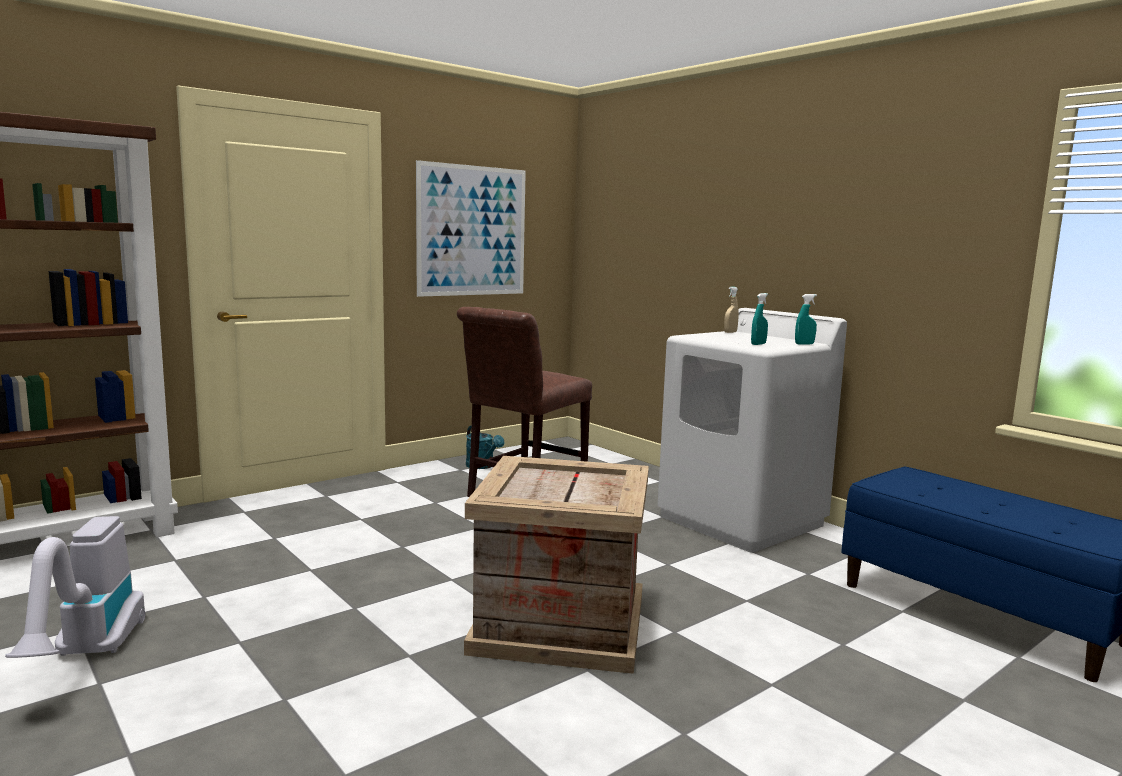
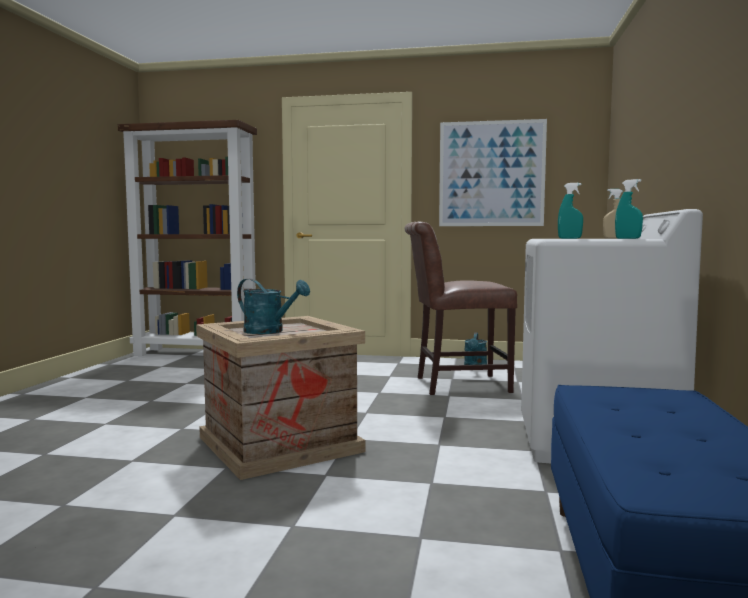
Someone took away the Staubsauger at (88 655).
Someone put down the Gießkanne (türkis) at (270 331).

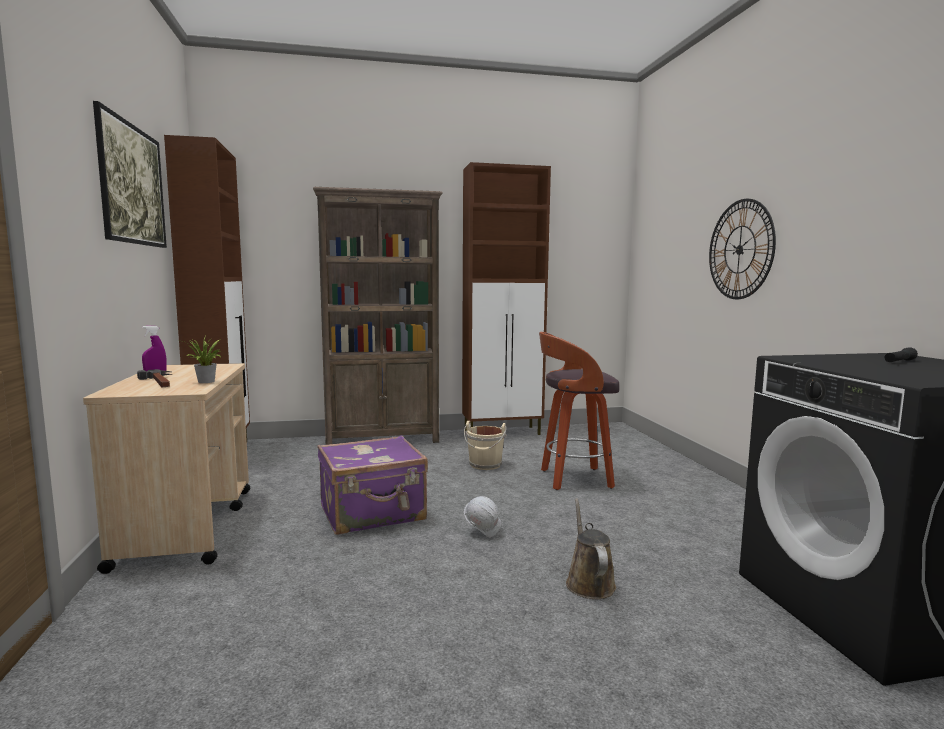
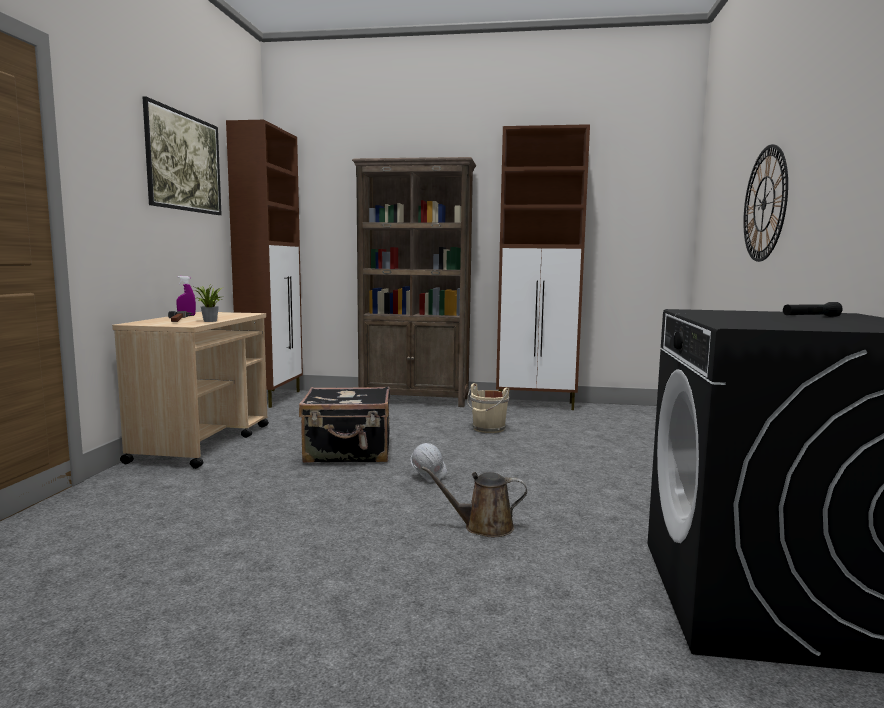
Someone repainted the Koffer (lila) at (373 514), which became the Koffer (schwarz) at (348 453).
Someone took away the Hocker at (573 479).
Someone rotated the Gießkanne (braun) at (588 582) by 105 degrees counterclockwise.

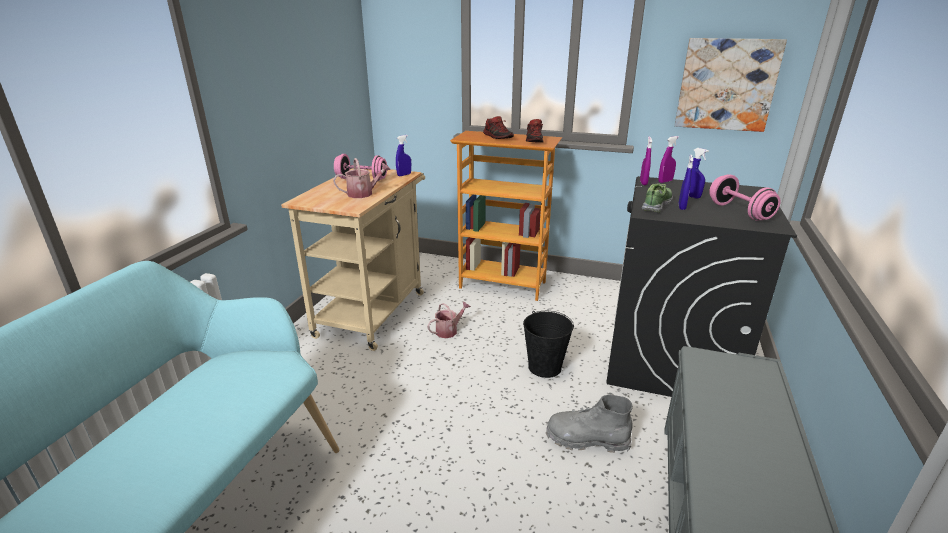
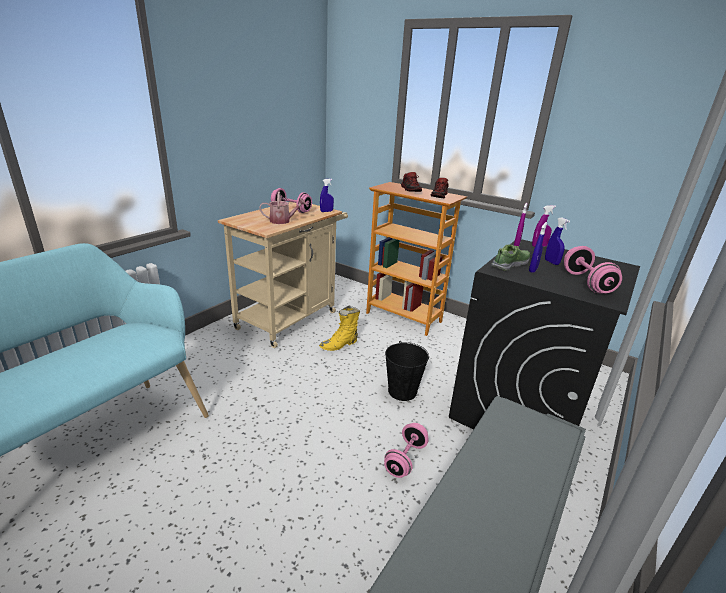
Someone swapped the Gießkanne at (449 330) for the Stiefel (gelb) at (340 345).
Someone swapped the Stiefel (grau) at (586 439) for the Hantel (rosa) at (405 459).
Someone took away the Bild at (726 84).

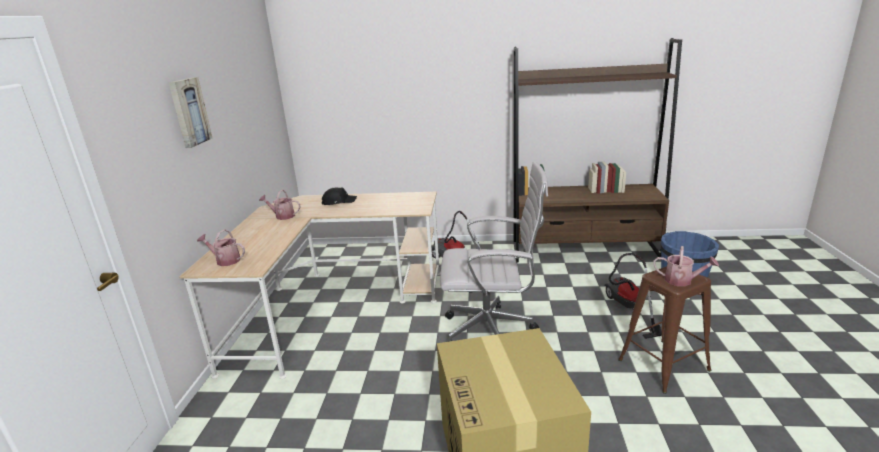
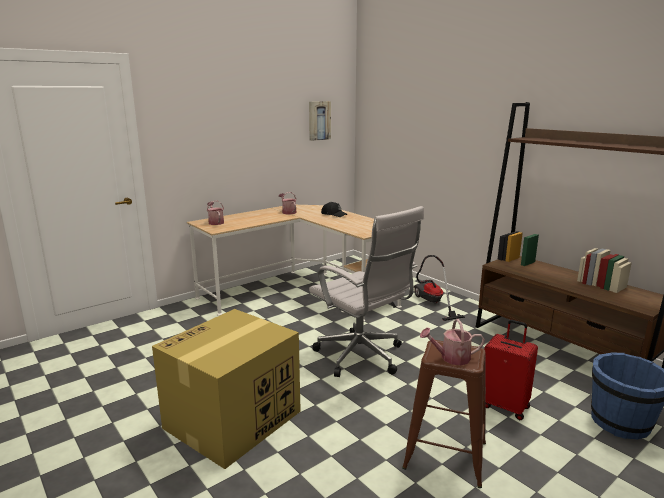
Someone carried the Bild from (188 112) to (319 120).
Someone swapped the Staubsauger at (628 309) for the Koffer (rot) at (505 406).
Someone rotated the Gießkanne at (682 280) by 105 degrees clockwise.

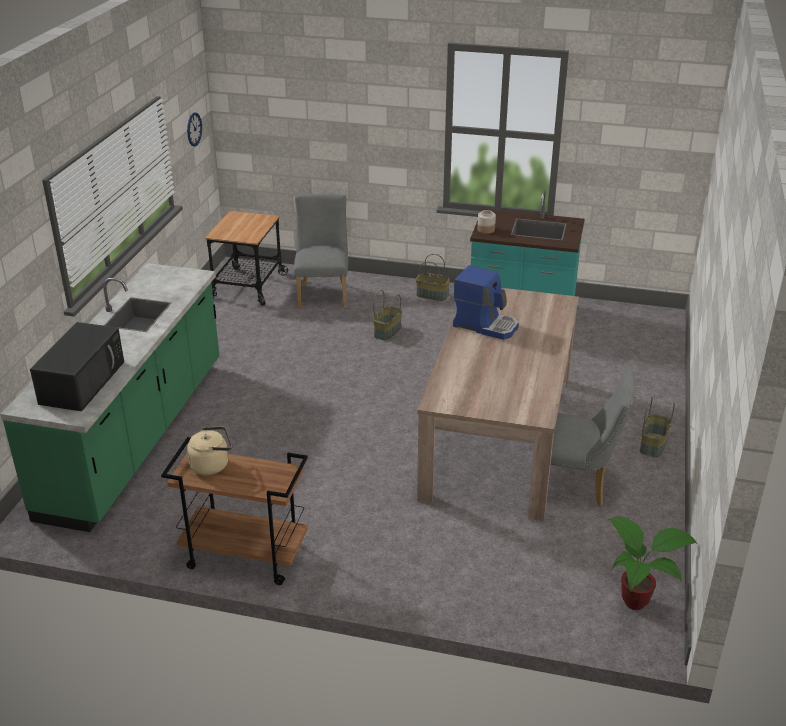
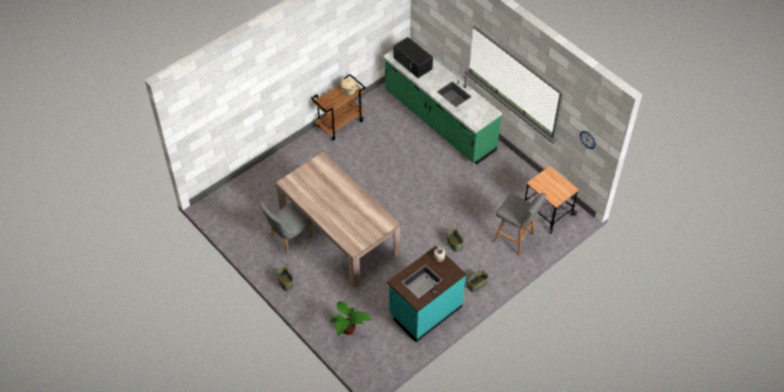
Someone swapped the Stuhl (grau) at (323 293) for the Hocker (grau) at (515 238).
Someone took away the Kaffeemaschine at (486 325).
Someone carried the Topfpflanze from (638 600) to (348 332).

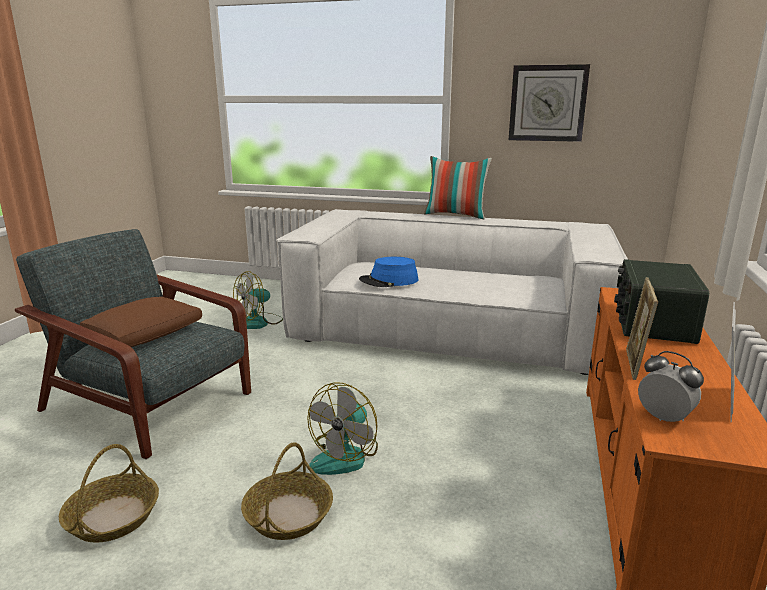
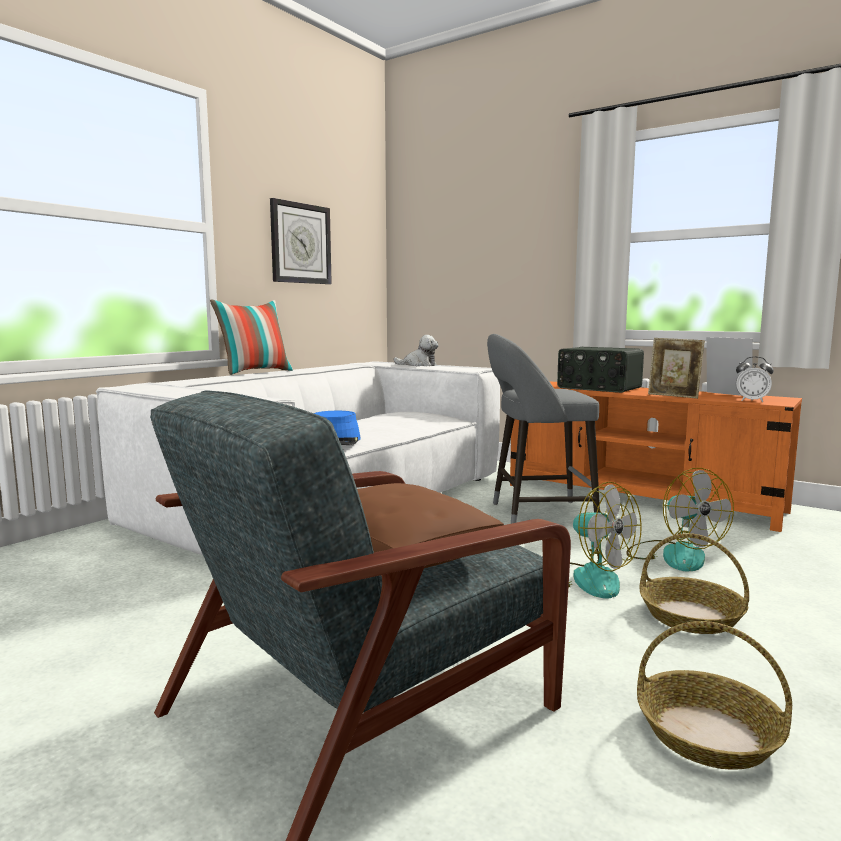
Someone carried the Ventilator from (258 322) to (674 555).
Someone rotated the Wecker at (664 418) by 135 degrees counterclockwise.
Someone put down the Plüschtier at (419 365).
Someone put down the Hocker (grau) at (536 516).

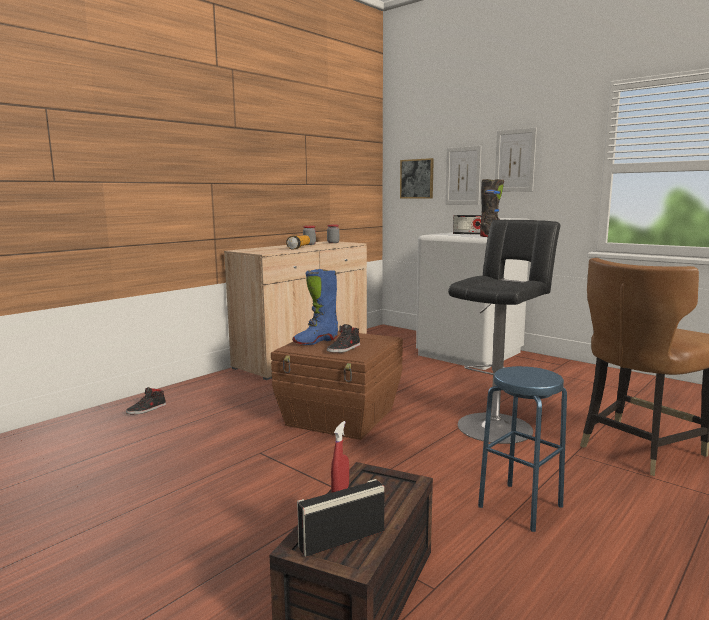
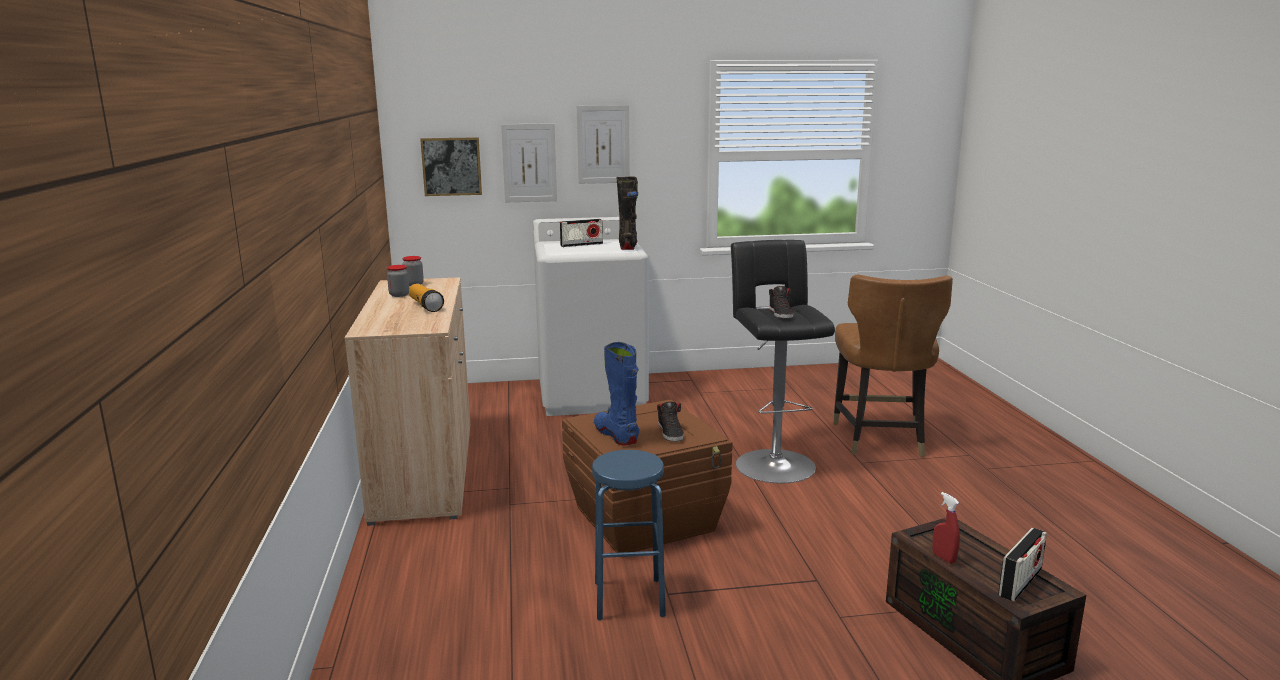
Someone carried the Schuh (schwarz) from (146 409) to (781 314).
Someone rotated the Stiefel (blau) at (315 341) by 150 degrees clockwise.
Someone rotated the Radio at (342 539) by 150 degrees counterclockwise.
Someone carried the Hocker (blau) from (520 506) to (629 599).

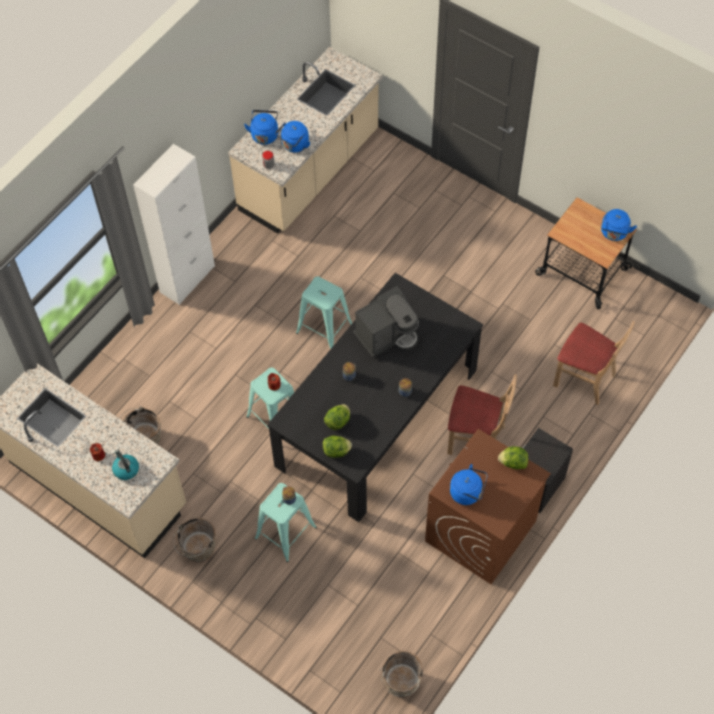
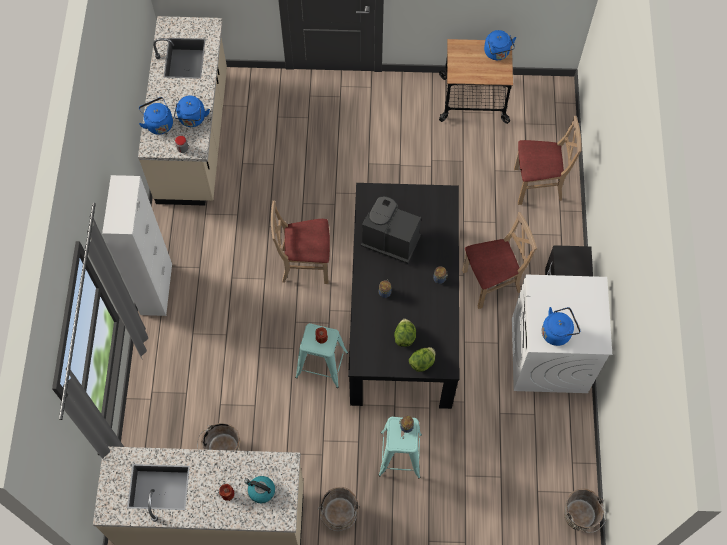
Someone swapped the Hocker (türkis) at (324 328) for the Stuhl (beige) at (305 264).
Someone rotated the Kaffeemaschine at (387 335) by 90 degrees counterclockwise.
Someone repainted the Waschmaschine (braun) at (480 531), which became the Waschmaschine (weiß) at (549 356).
Someone took away the Salatkopf at (513 463).

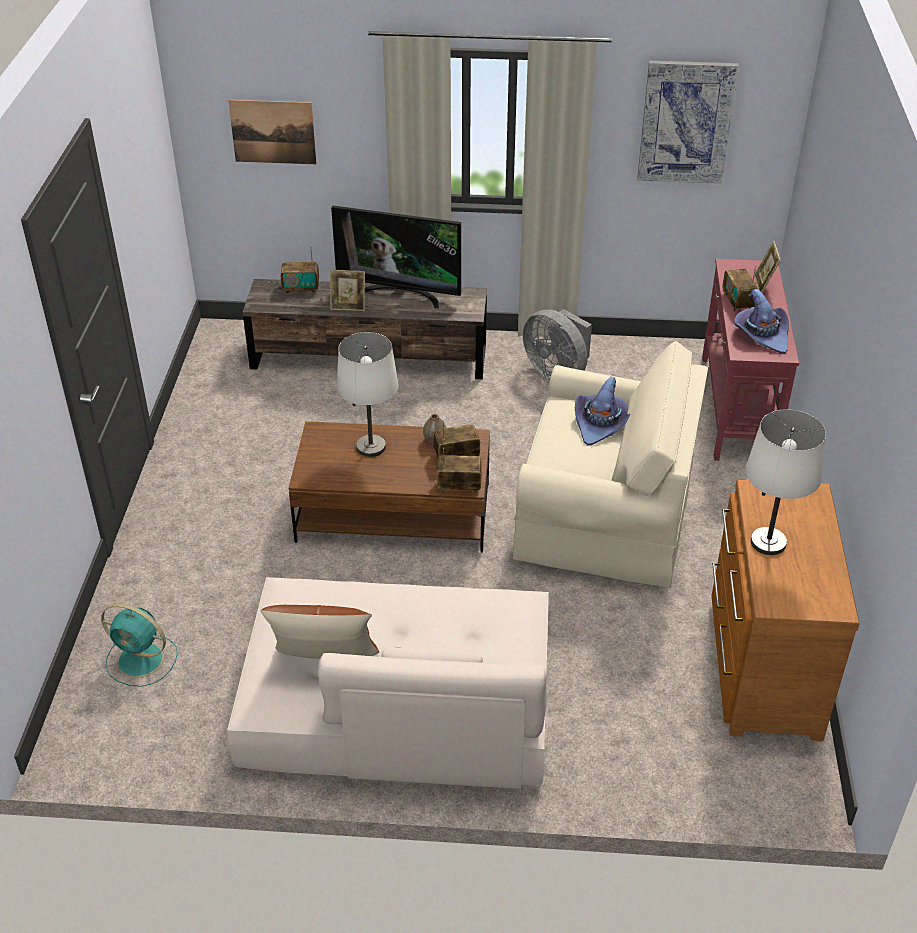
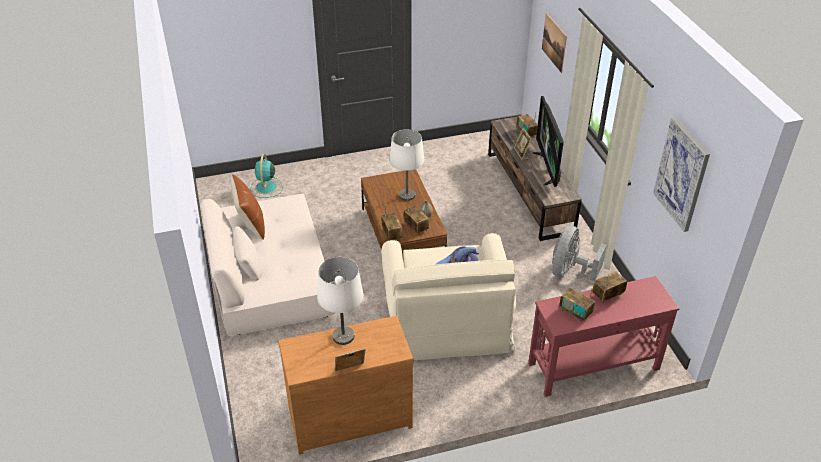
Someone swapped the Hut (lila) at (761 335) for the Radio at (575 312).
Someone carried the Bilderrahmen from (763 285) to (350 371).

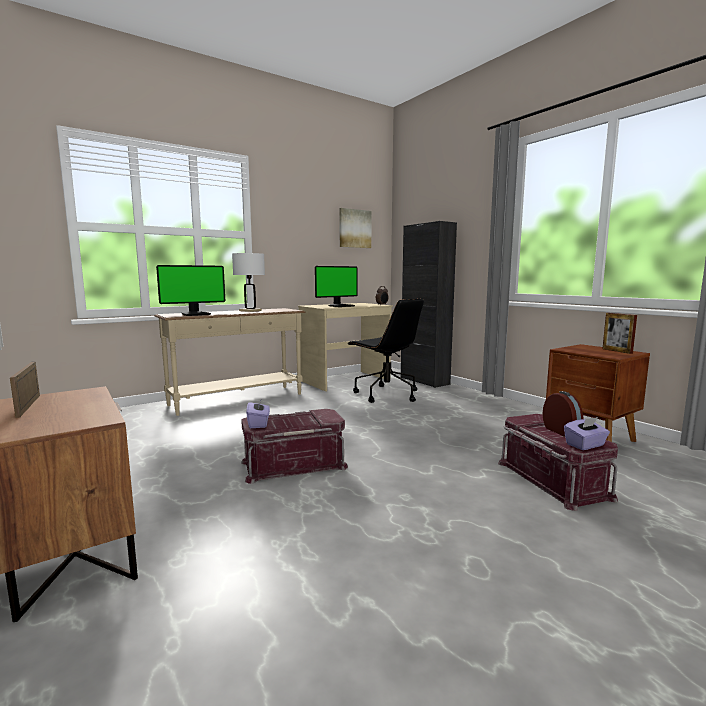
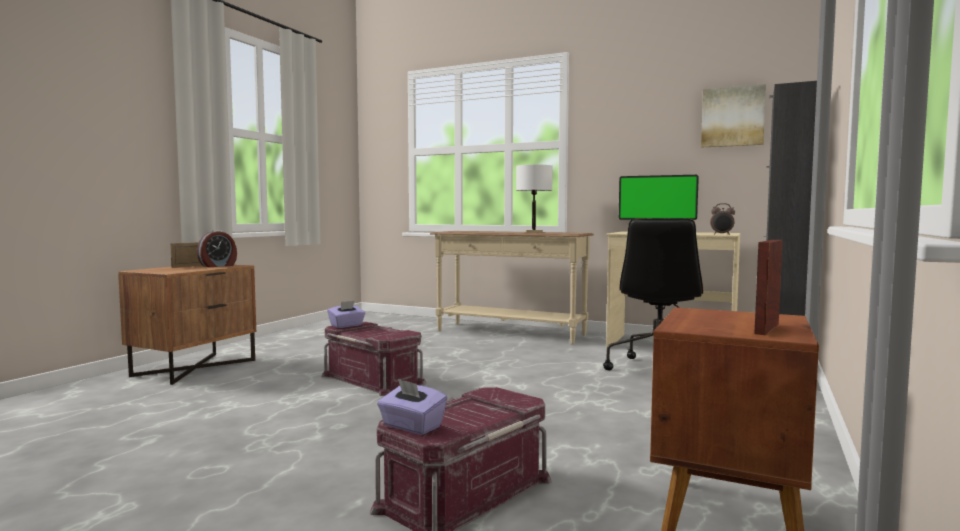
Someone took away the Monitor at (196 314).
Someone carried the Wecker from (562 431) to (218 266).

